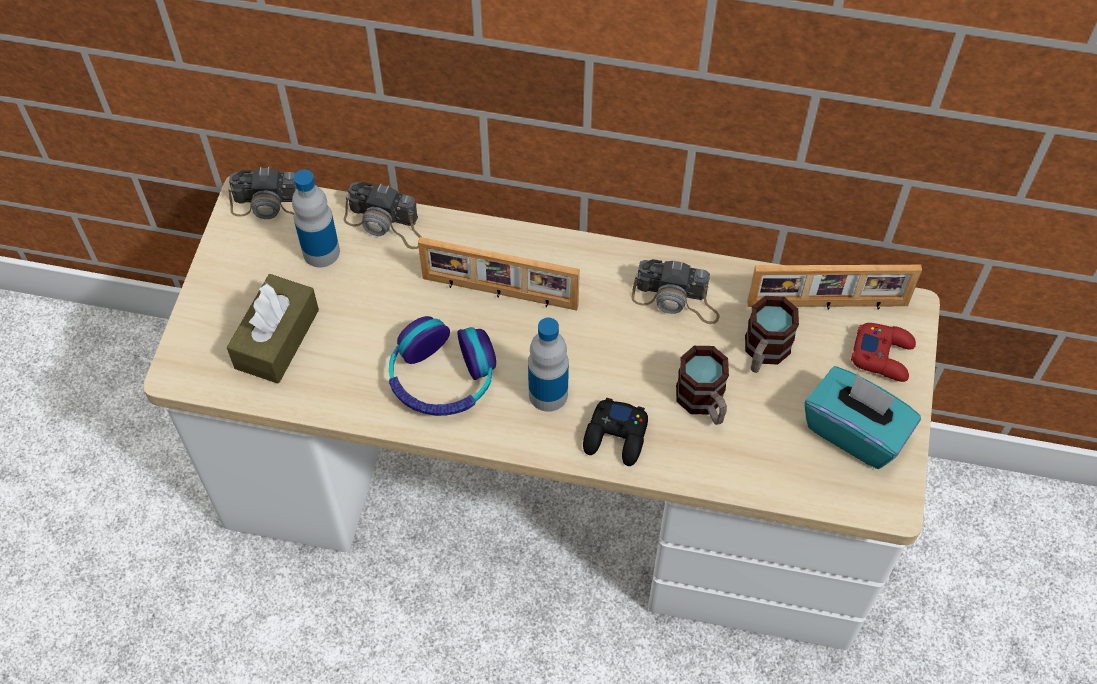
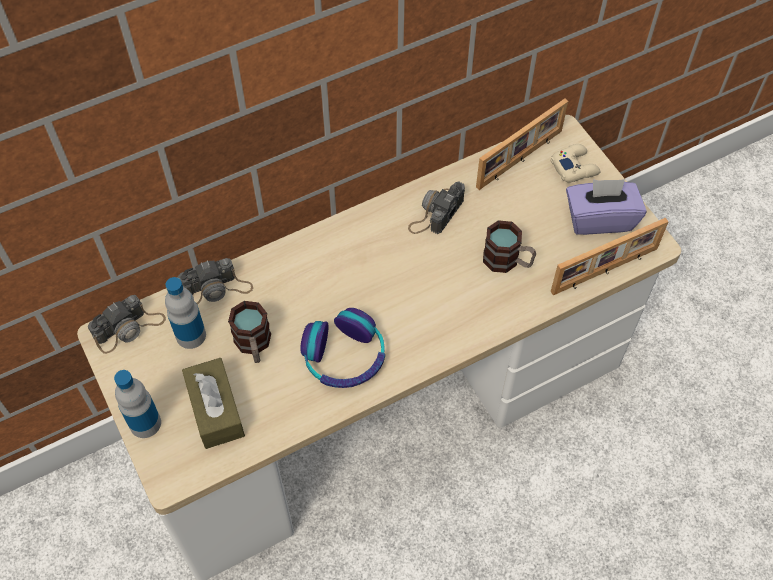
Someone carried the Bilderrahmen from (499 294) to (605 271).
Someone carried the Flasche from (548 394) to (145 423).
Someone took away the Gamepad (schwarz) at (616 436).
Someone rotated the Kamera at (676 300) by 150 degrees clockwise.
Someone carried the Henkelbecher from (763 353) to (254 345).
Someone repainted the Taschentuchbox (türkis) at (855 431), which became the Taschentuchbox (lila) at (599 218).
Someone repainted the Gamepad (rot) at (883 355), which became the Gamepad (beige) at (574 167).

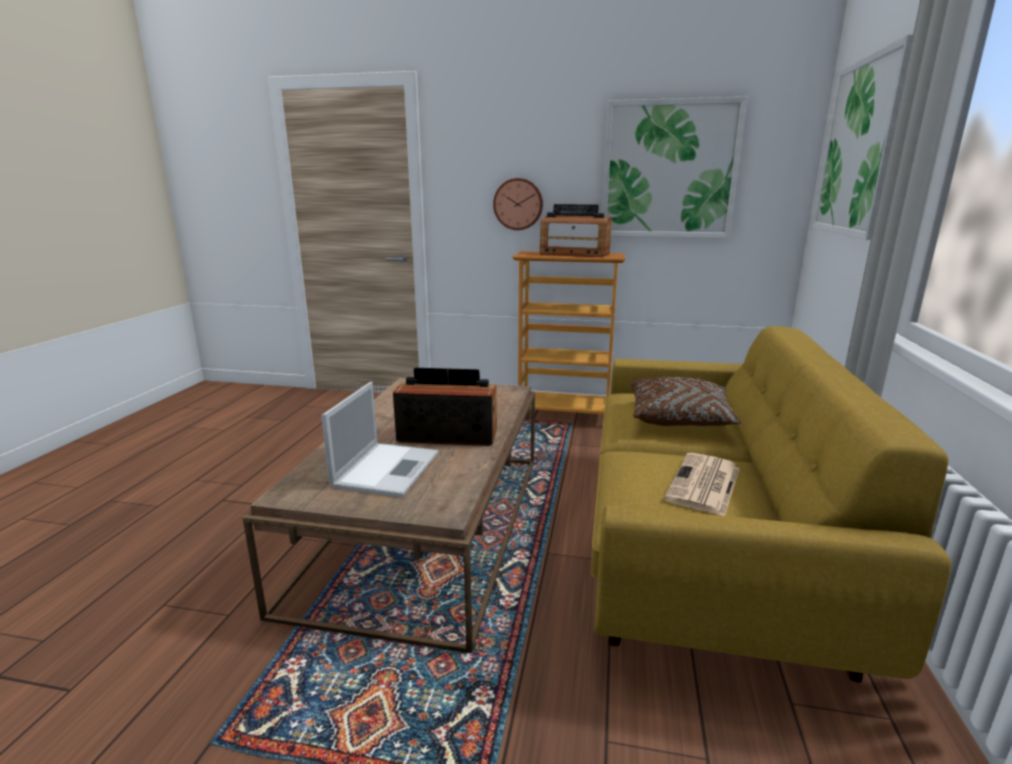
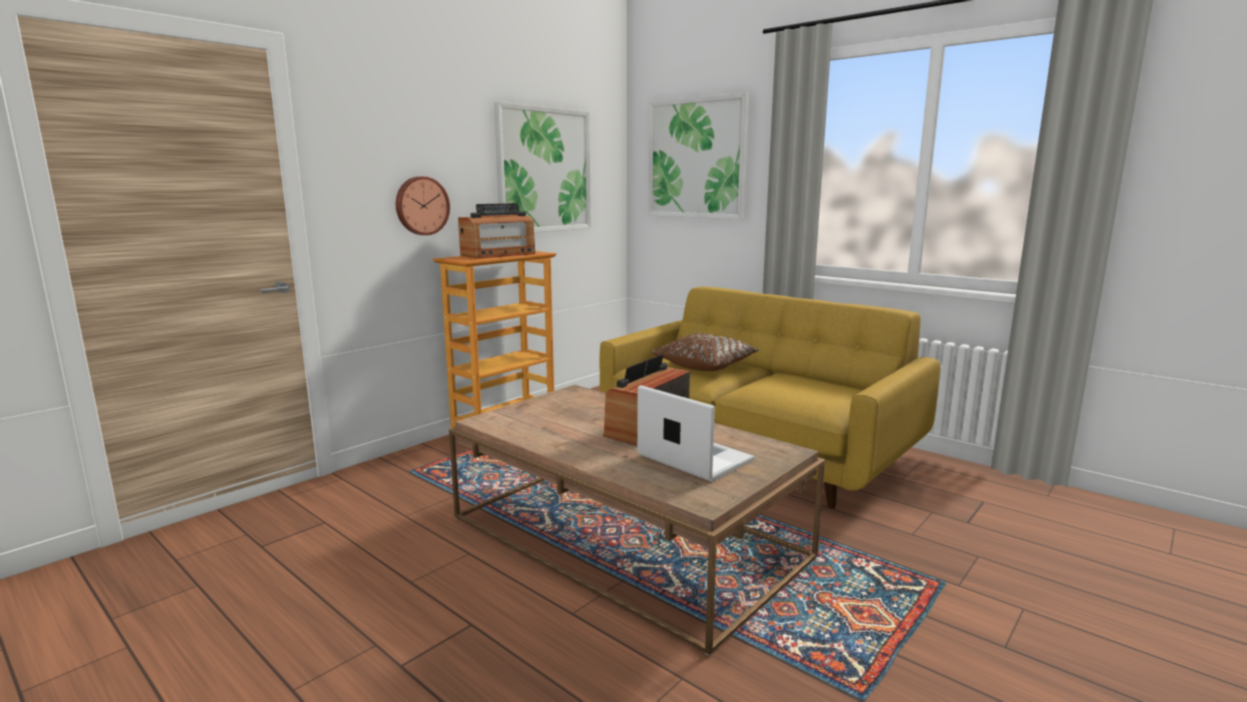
Someone took away the Zeitung at (704 485).

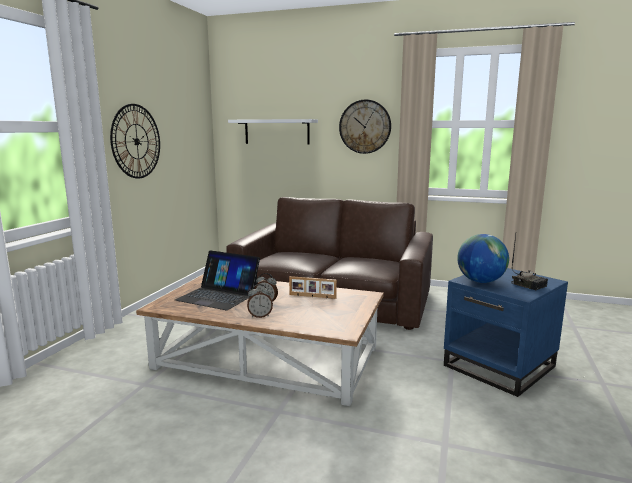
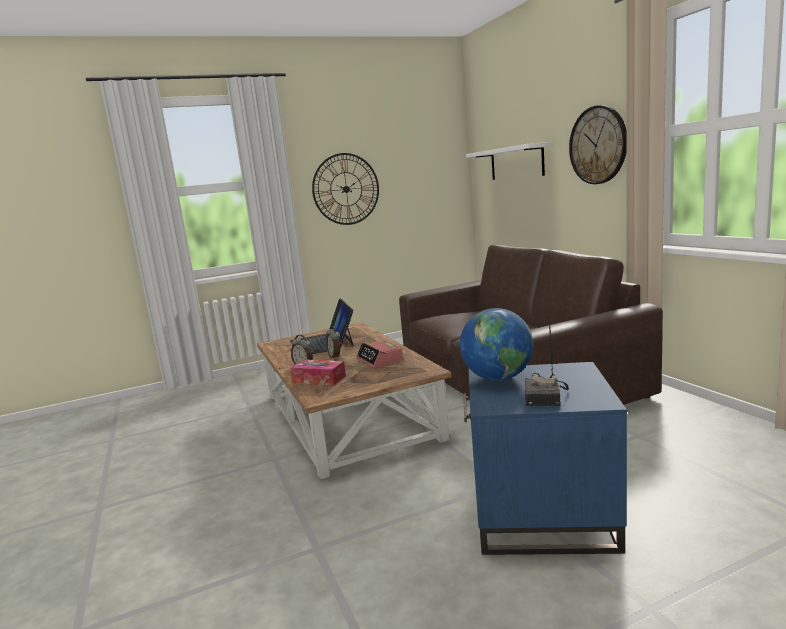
Someone swapped the Bilderrahmen at (312 296) for the Wecker at (380 360).
Someone put down the Taschentuchbox at (319 379).

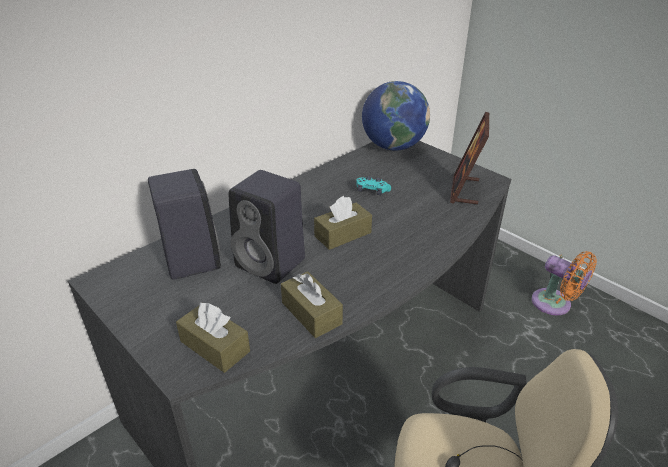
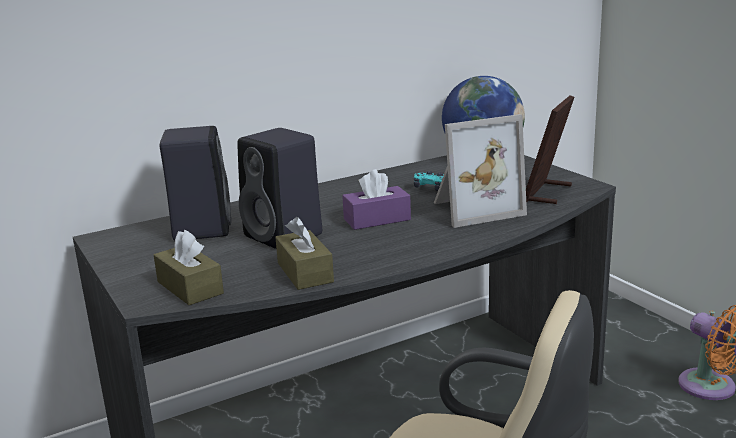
Someone repainted the Taschentuchbox (braun) at (343 234), which became the Taschentuchbox (lila) at (377 219).
Someone put down the Bilderrahmen at (474 209).

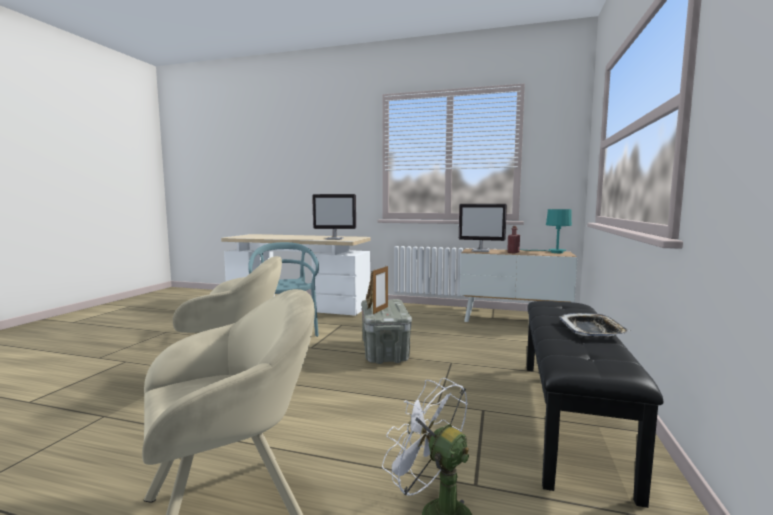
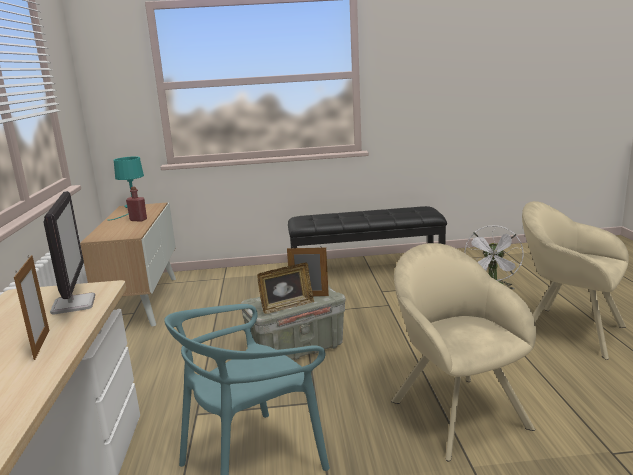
Someone took away the Monitor at (481 251).
Someone took away the Tablett at (592 330).
Someone put down the Bilderrahmen at (41 344).

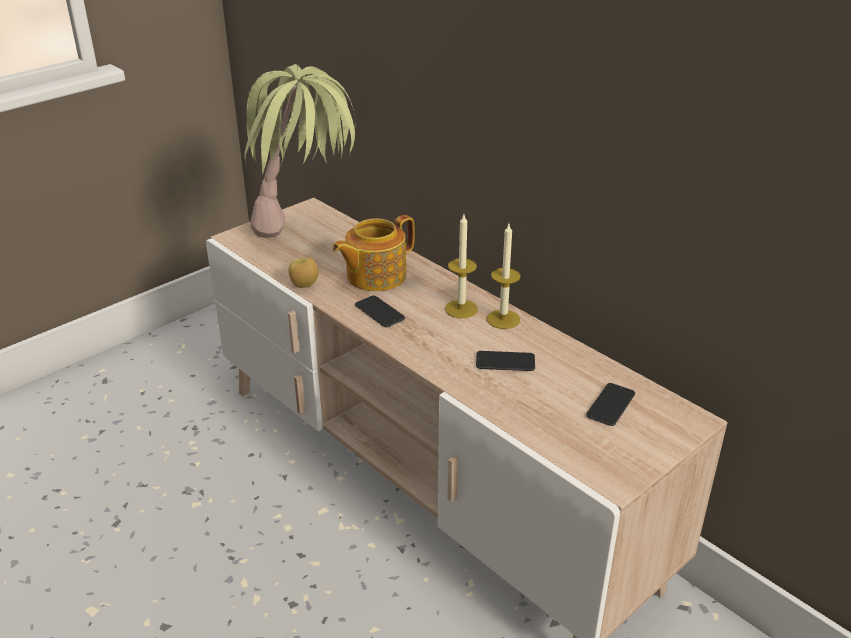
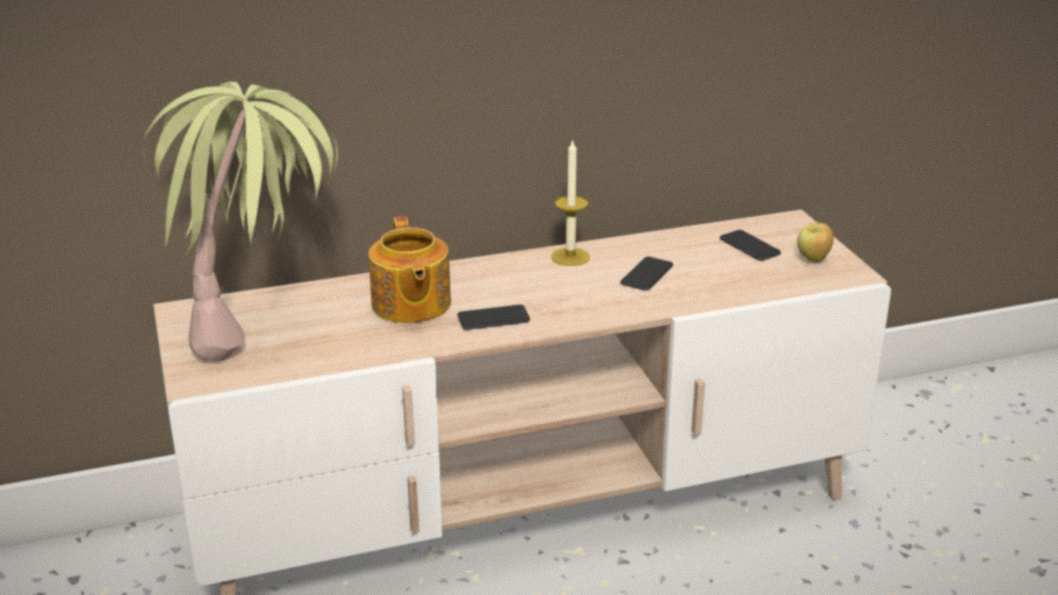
Someone carried the Apfel from (304 285) to (813 259).
Someone took away the Kerze at (461 309).

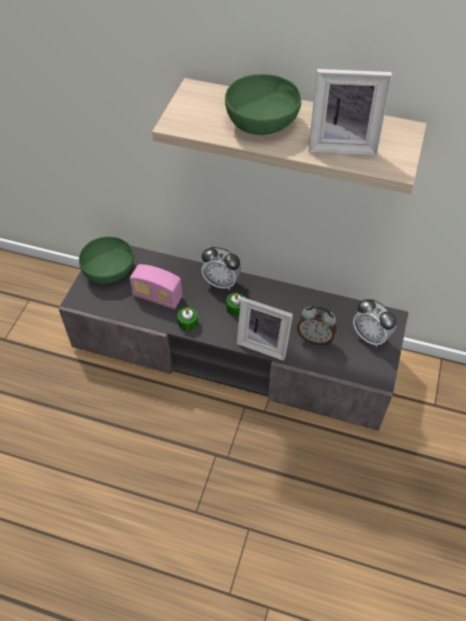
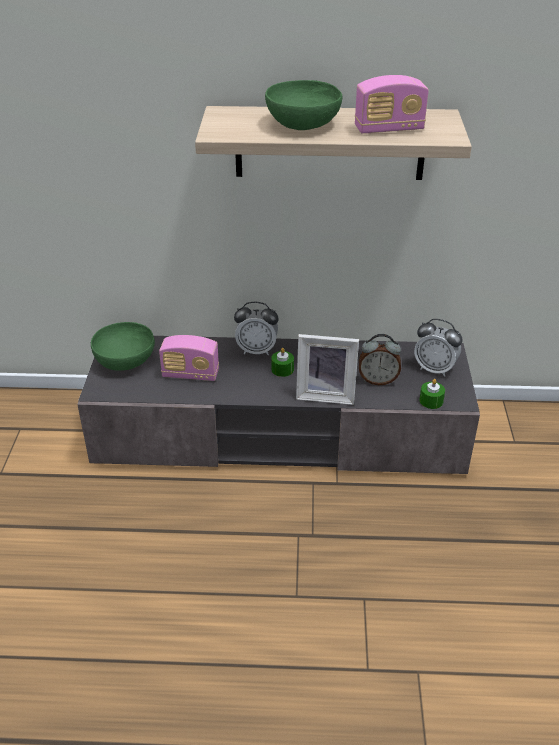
Someone carried the Kerze (grün) from (188 323) to (431 401).
Someone swapped the Bilderrahmen at (342 144) for the Radio at (389 129).

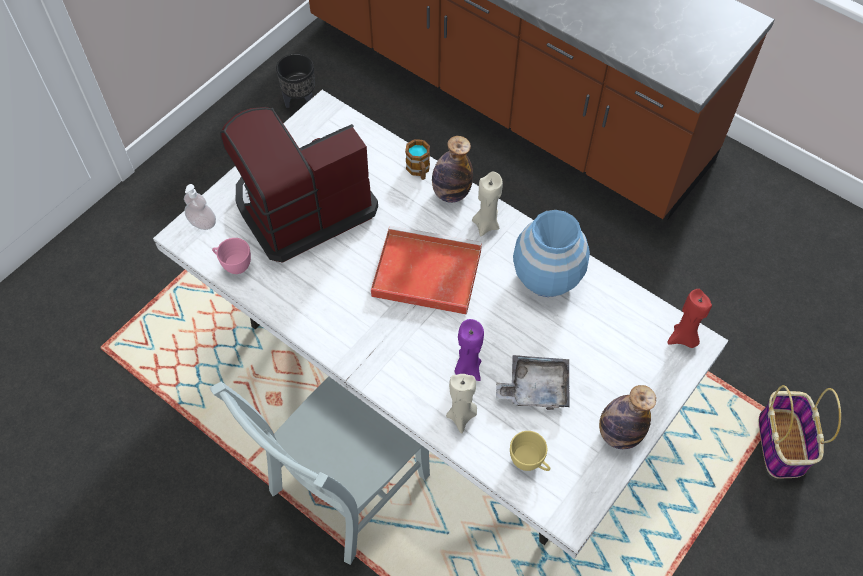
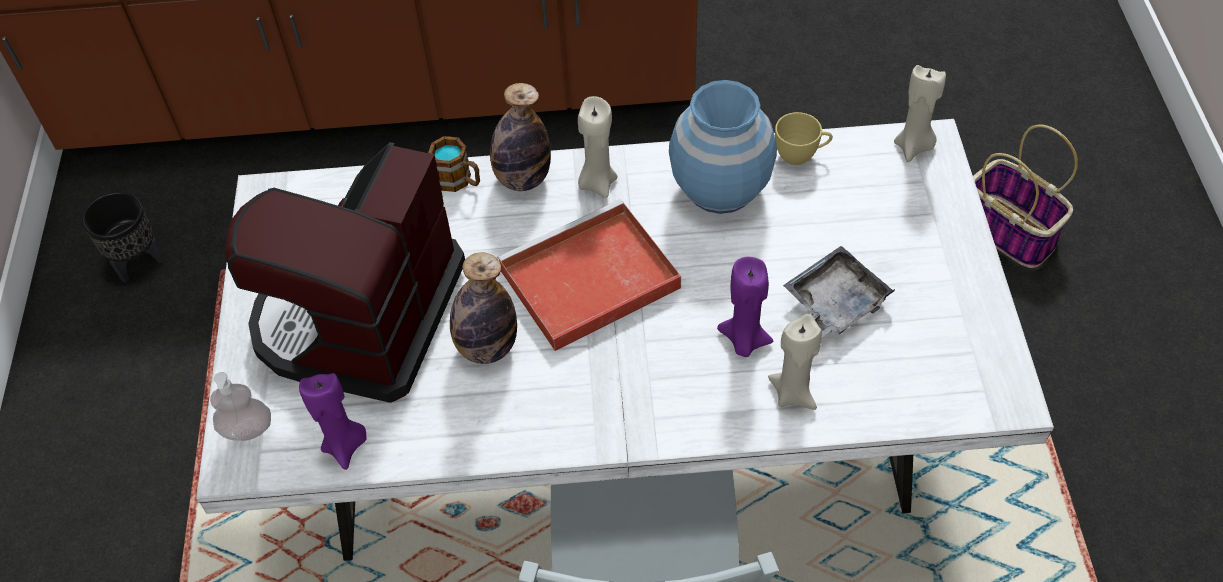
Someone swapped the Tasse (rosa) at (234 265) for the Kerze (lila) at (345 445).
Someone carried the Tasse (gelb) from (529 462) to (801 155).
Someone carried the Flasche from (618 434) to (487 347).
Someone repainted the Kerze (rot) at (683 338), which became the Kerze (beige) at (914 147).

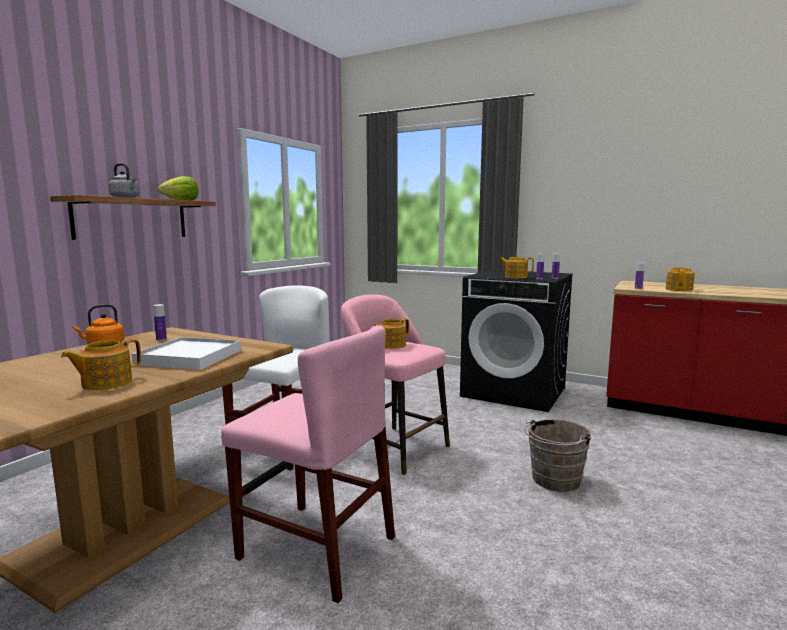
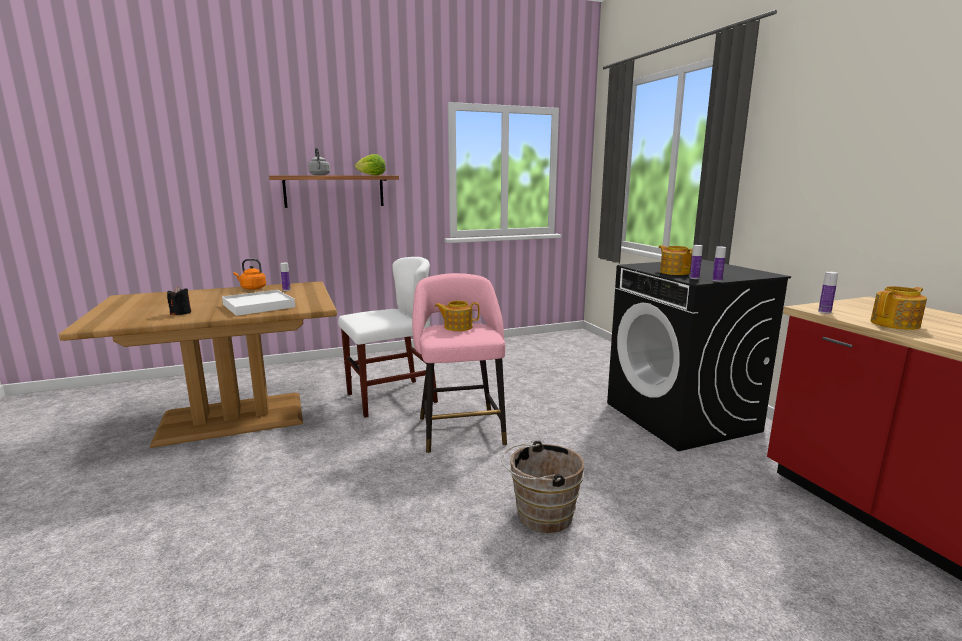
Someone swapped the Teekanne at (105 383) for the Kerze (schwarz) at (181 313).
Someone took away the Stuhl (rosa) at (316 547).

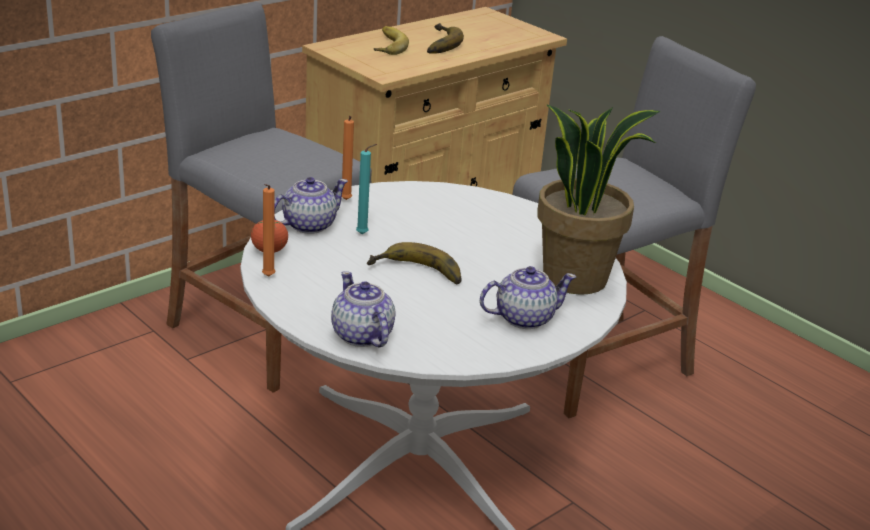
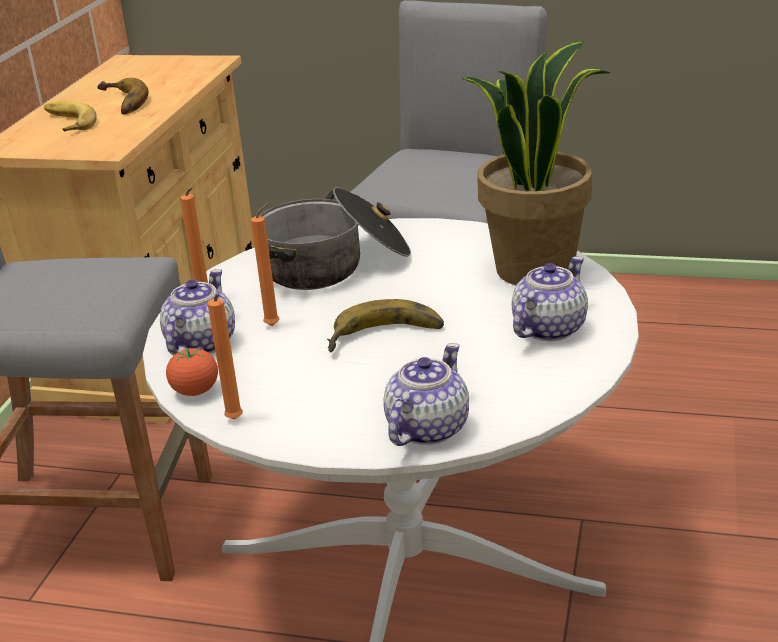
Someone rotated the Teekanne at (361 336) by 90 degrees clockwise.
Someone repainted the Kerze (türkis) at (364 234), which became the Kerze (orange) at (274 325).
Someone put down the Kochtopf at (335 265).

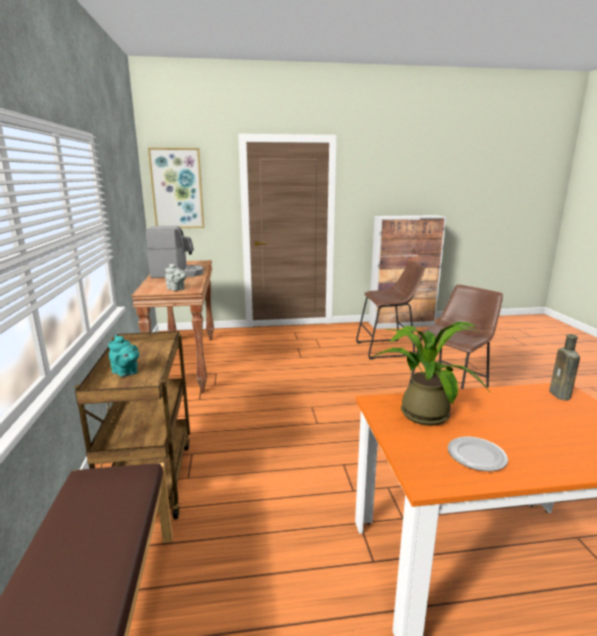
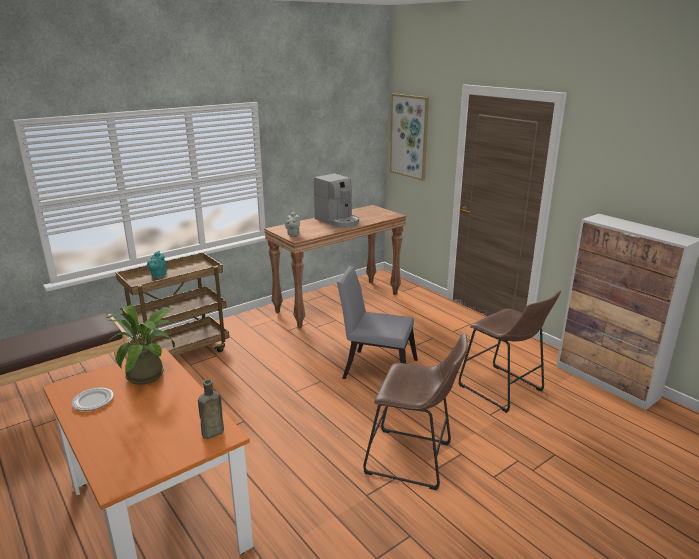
Someone put down the Stuhl (grau) at (375 368).

